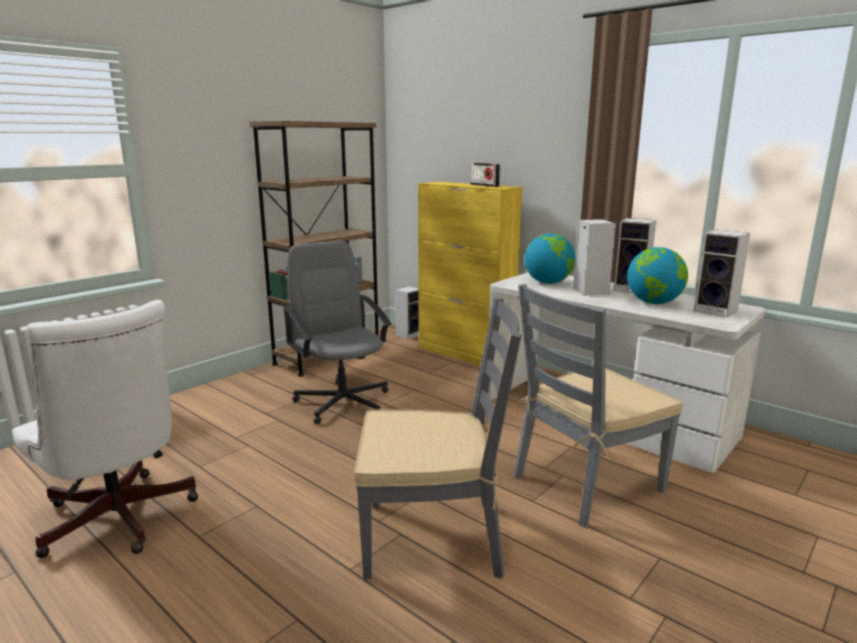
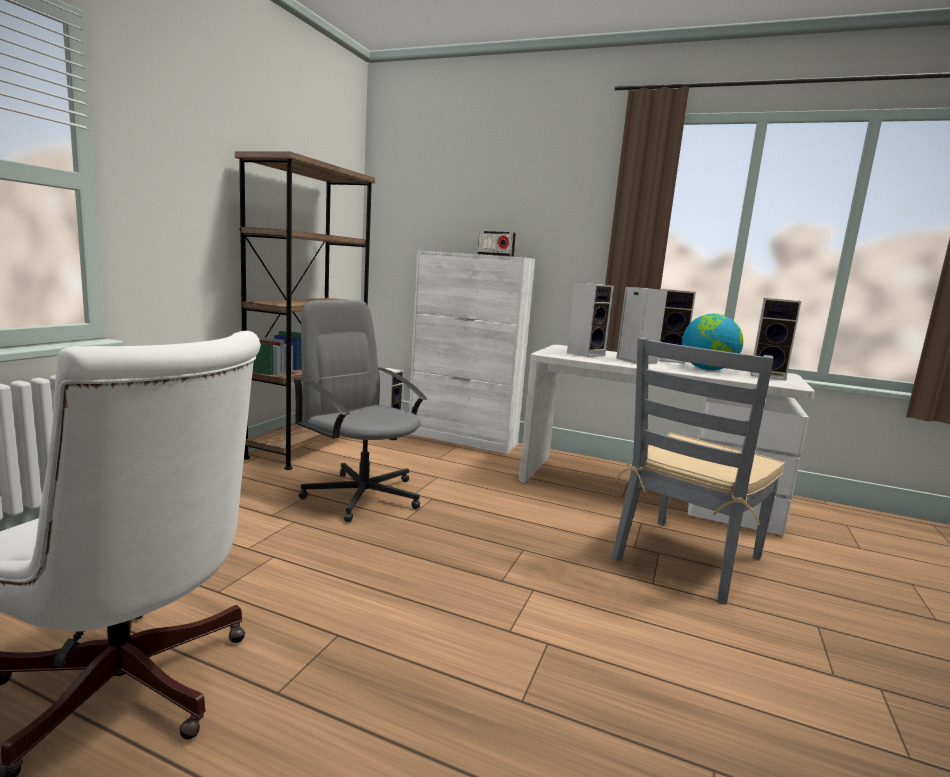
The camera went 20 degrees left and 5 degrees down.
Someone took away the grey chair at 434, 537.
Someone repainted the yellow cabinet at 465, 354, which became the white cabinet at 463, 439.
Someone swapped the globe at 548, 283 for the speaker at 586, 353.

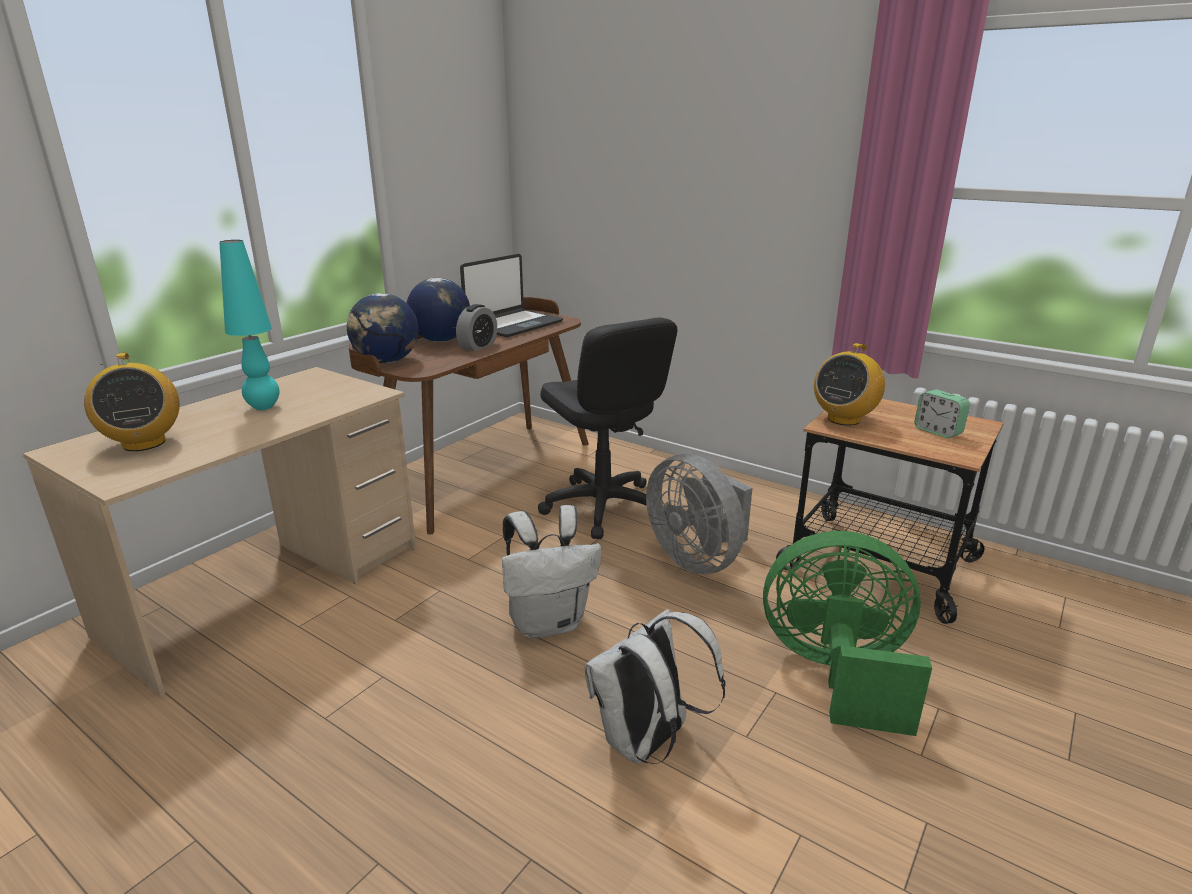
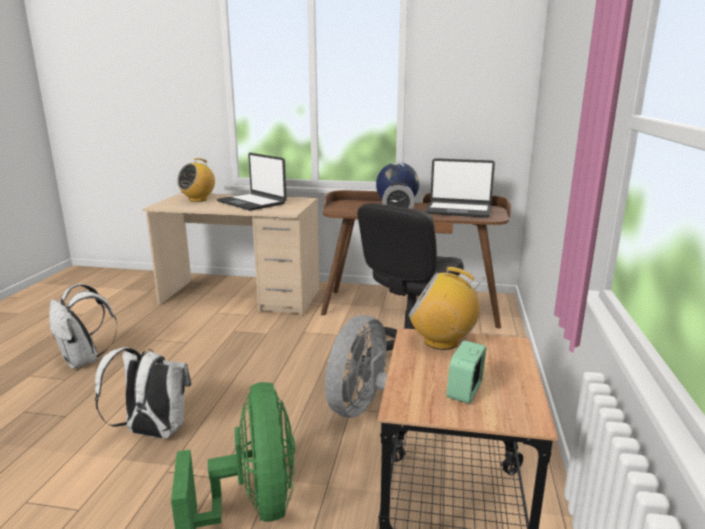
The camera went 65 degrees right and 5 degrees down.
Someone swapped the turquoise table lamp at 264, 407 for the laptop at 252, 203.
Someone took away the globe at 387, 361.
Someone carried the white backpack from 549, 622 to 84, 361.

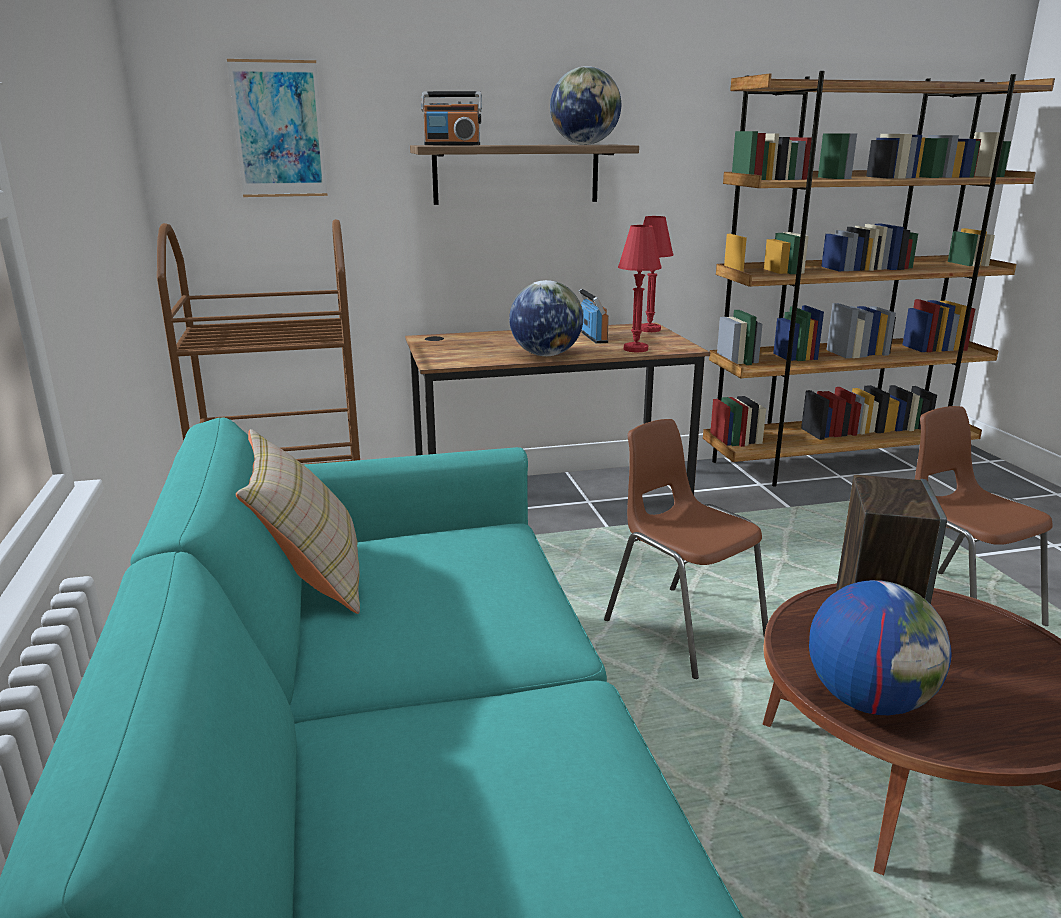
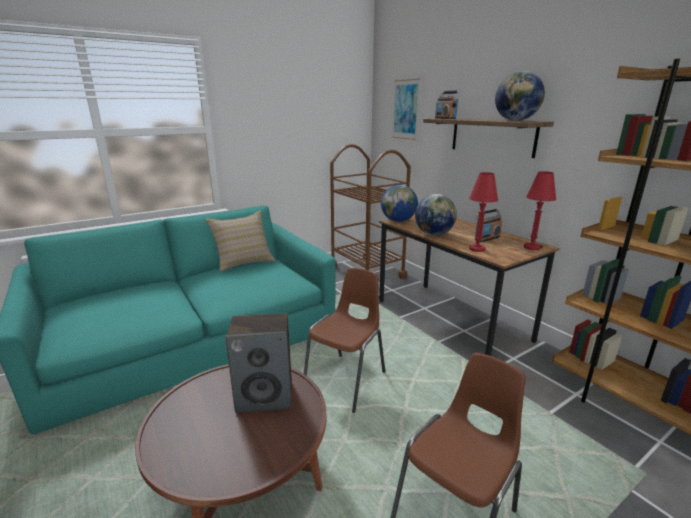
The camera went 70 degrees right and 0 degrees up.
Someone carried the globe from 868, 700 to 398, 221.

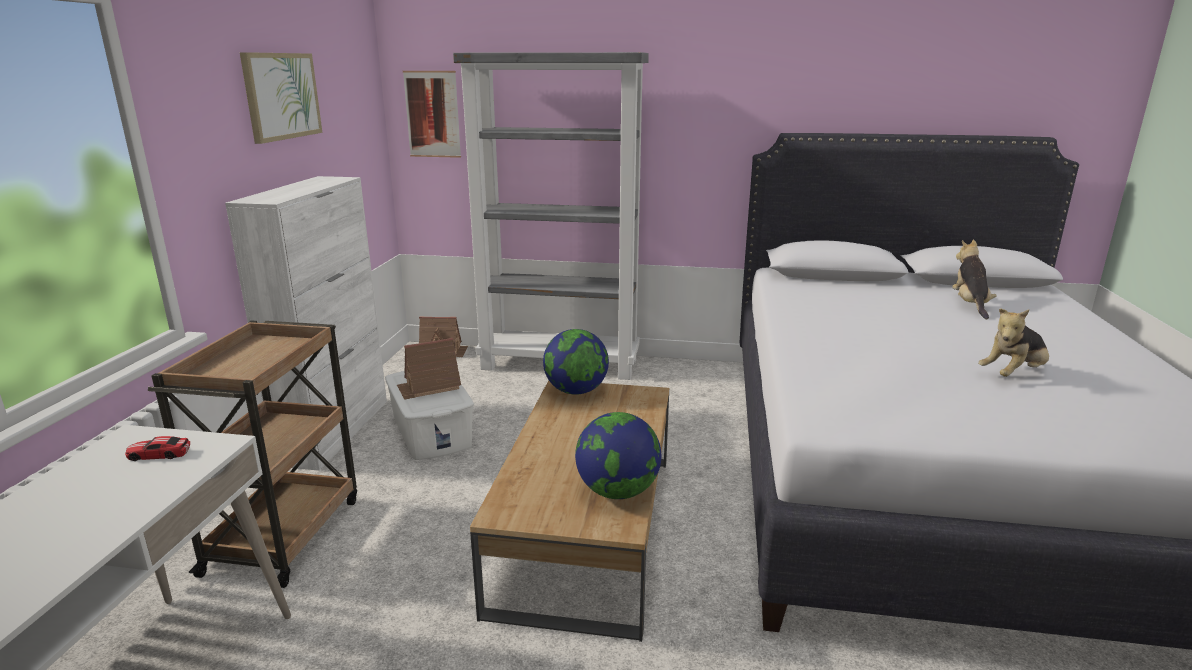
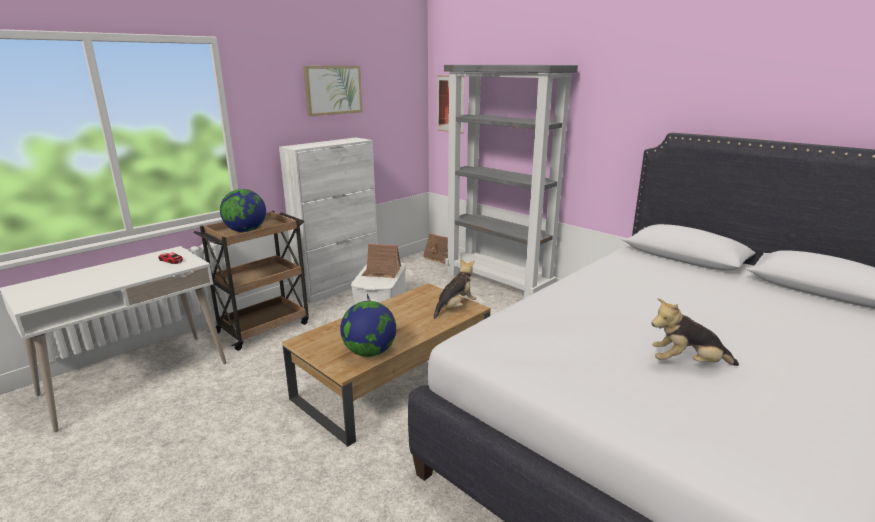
The camera went 35 degrees right and 0 degrees up.
Someone carried the globe from 576, 391 to 246, 231.
Someone carried the plush toy from 969, 305 to 455, 307.

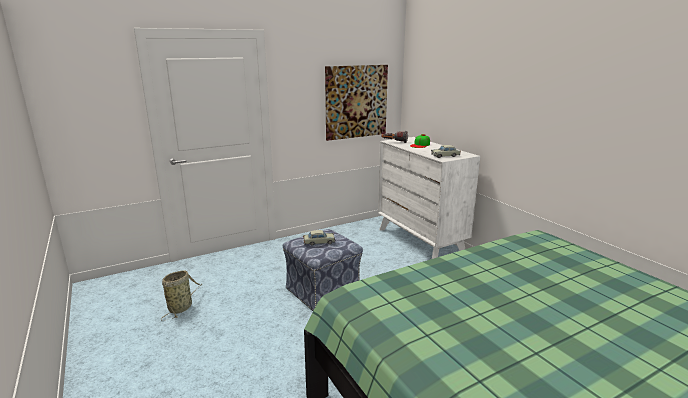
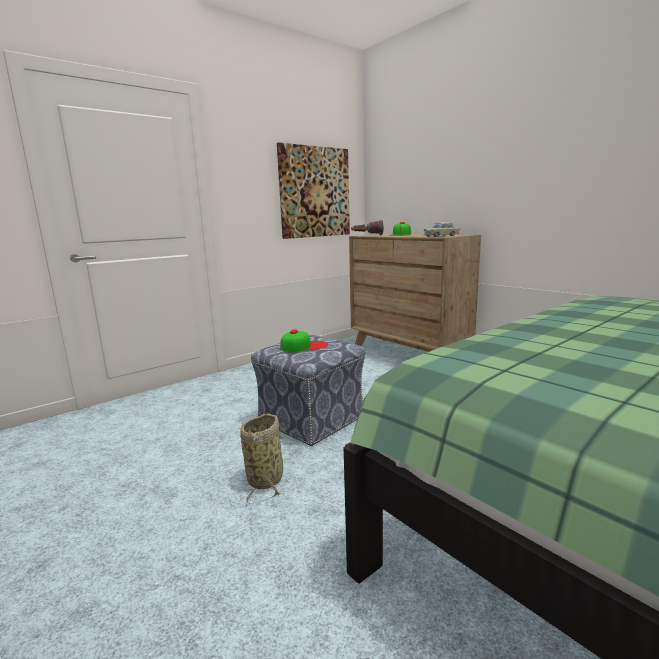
The camera went 10 degrees left and 5 degrees down.
Someone carried the basket from 181, 307 to 266, 478.
Someone swapped the beige toy car at 319, 242 for the cap at 304, 346.
Someone repainted the white dresser at 420, 241, which became the brown dresser at 408, 355.

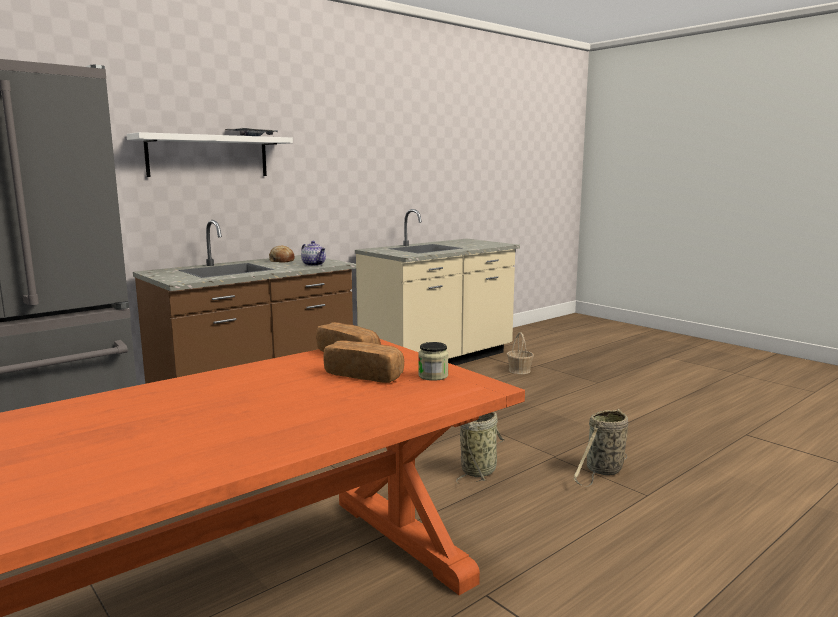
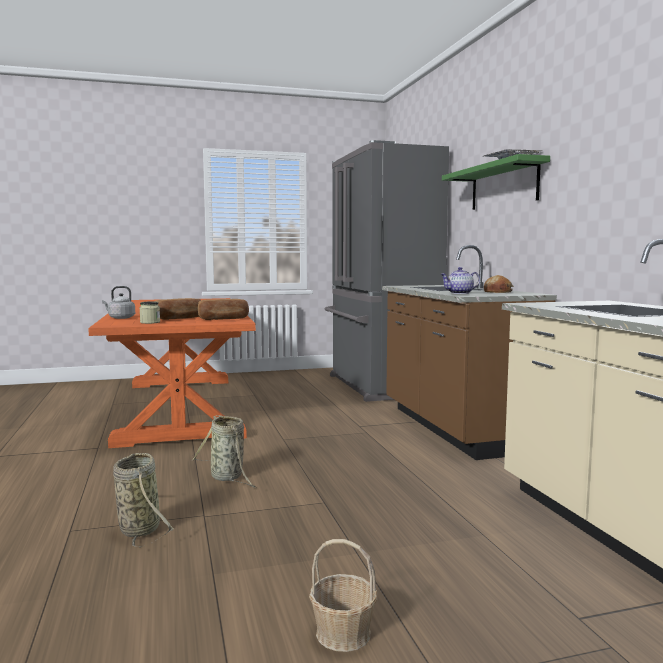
The camera went 115 degrees right and 5 degrees down.
Someone repainted the white shelf at 208, 156, which became the green shelf at 503, 186.
Someone carried the basket from 519, 370 to 343, 633.
Someone put down the grey kettle at 120, 318.

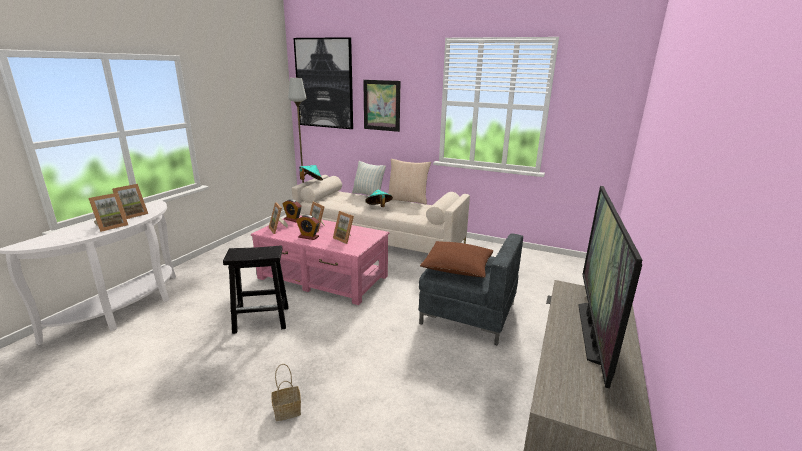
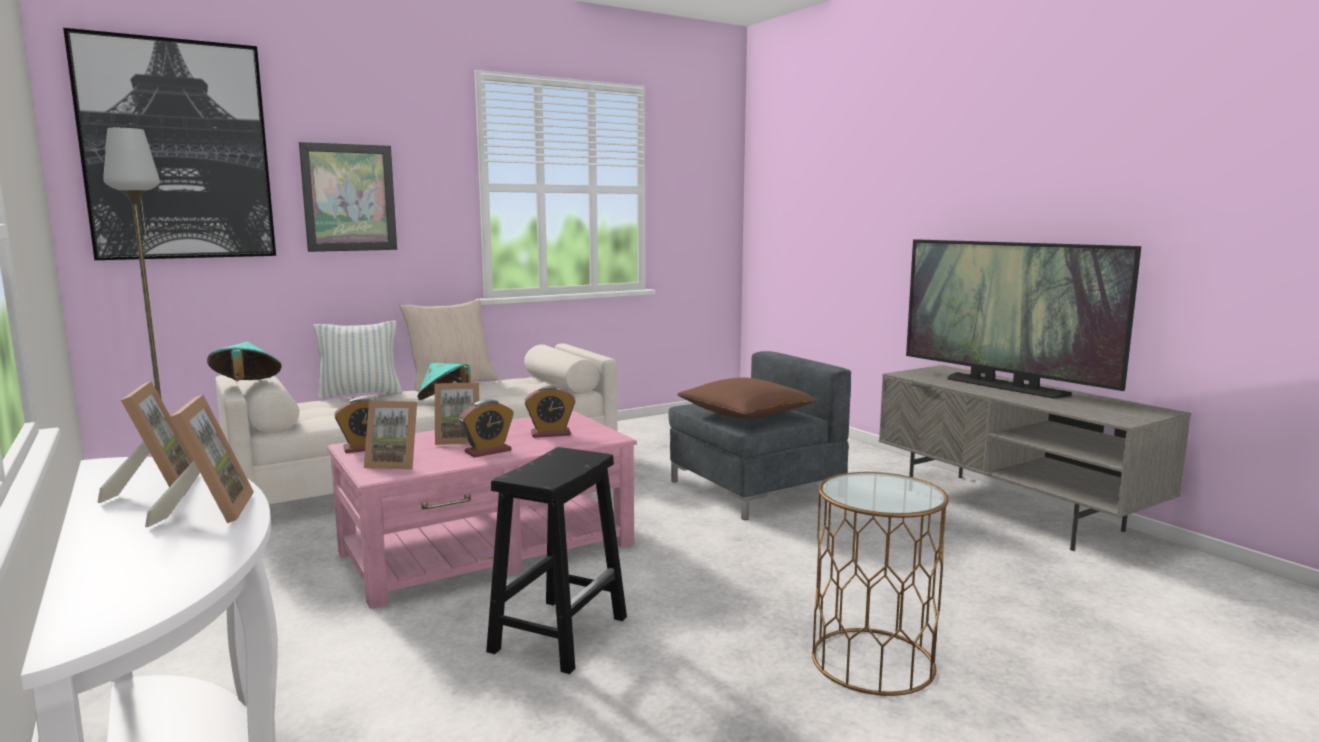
The camera went 55 degrees left and 10 degrees down.
Someone swapped the basket at 286, 411 for the brown side table at 873, 661.
Someone swapped the picture frame at 345, 239 for the alarm clock at 550, 434.

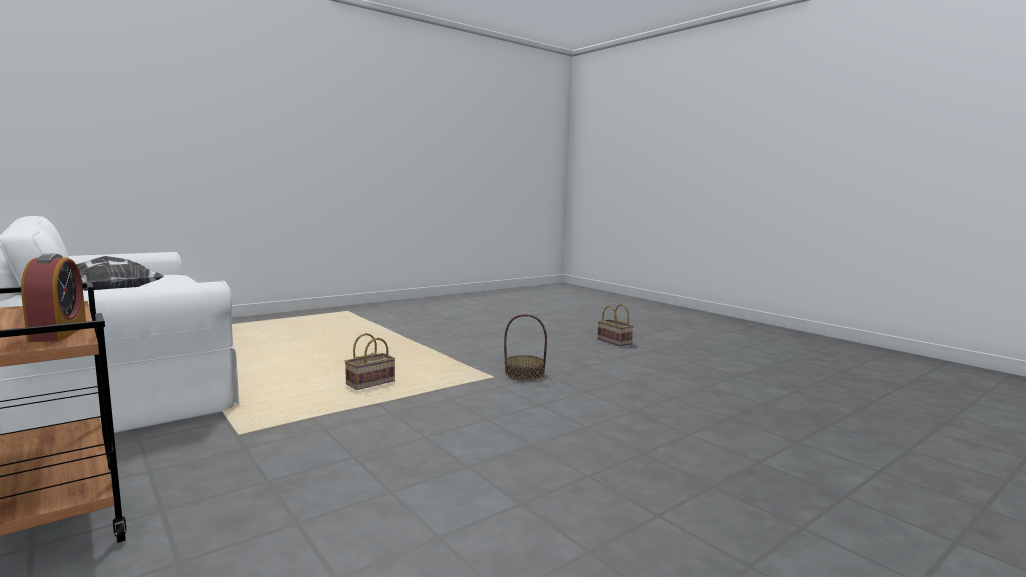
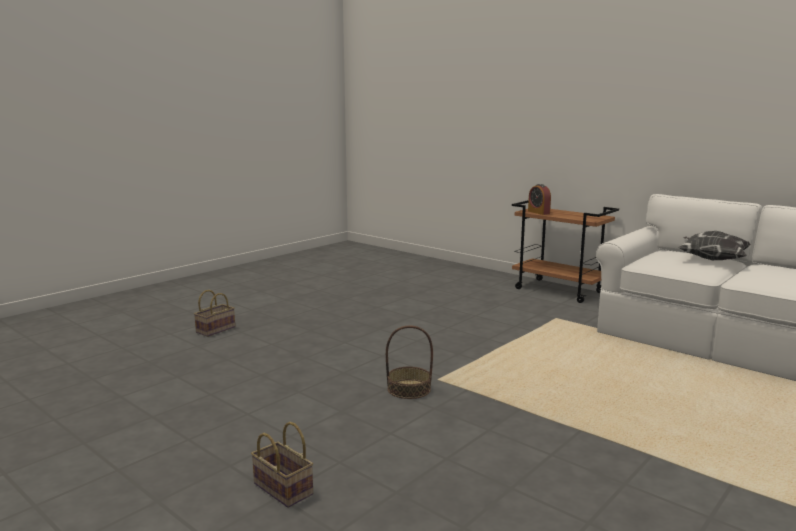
The camera went 170 degrees right and 5 degrees up.
Someone carried the basket from 370, 384 to 216, 329.

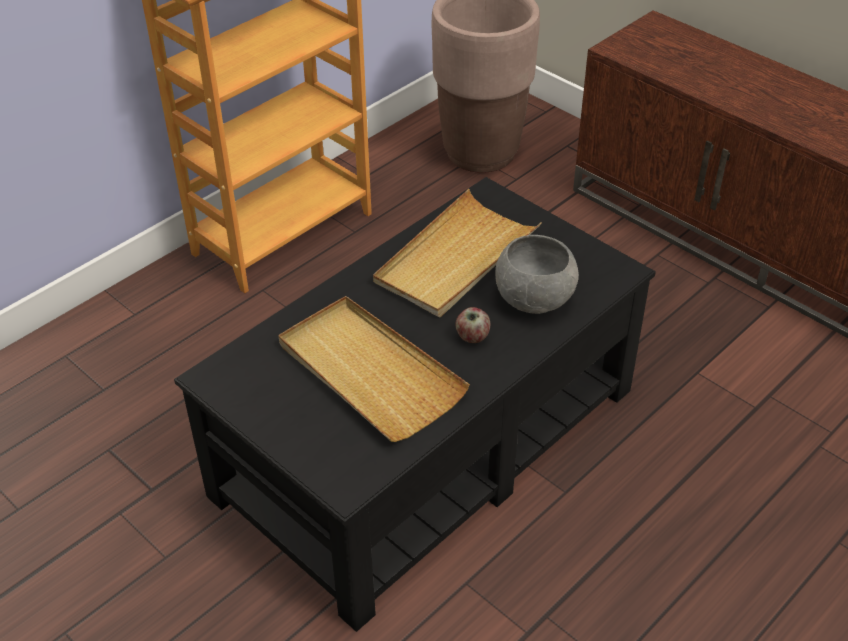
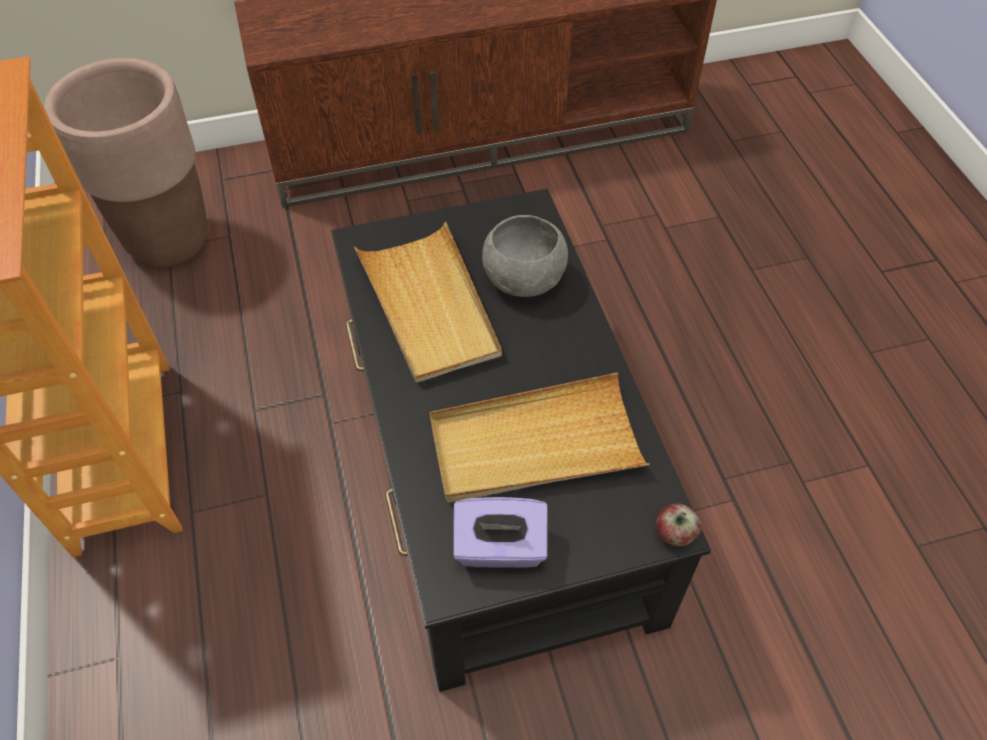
The camera went 60 degrees left and 10 degrees up.
Someone carried the apple from 472, 337 to 674, 534.
Someone put down the purple tissue box at 500, 548.

